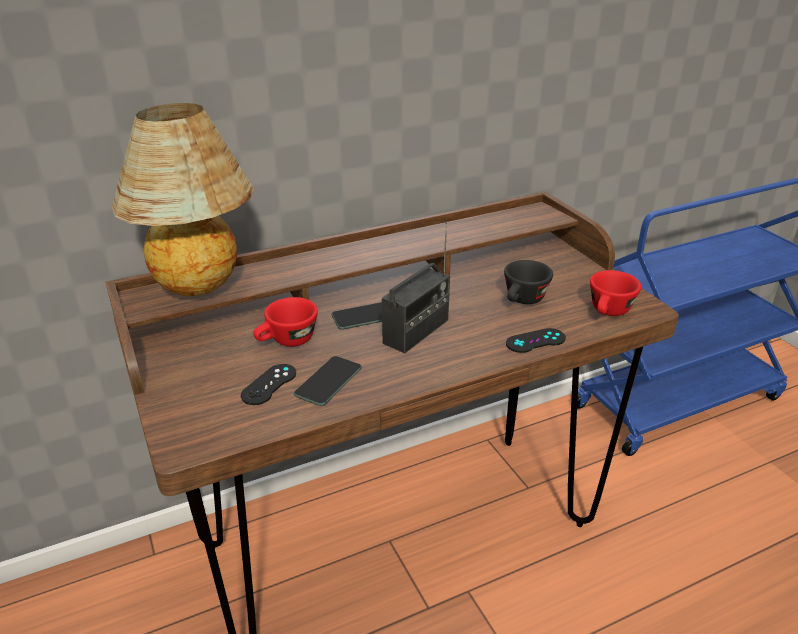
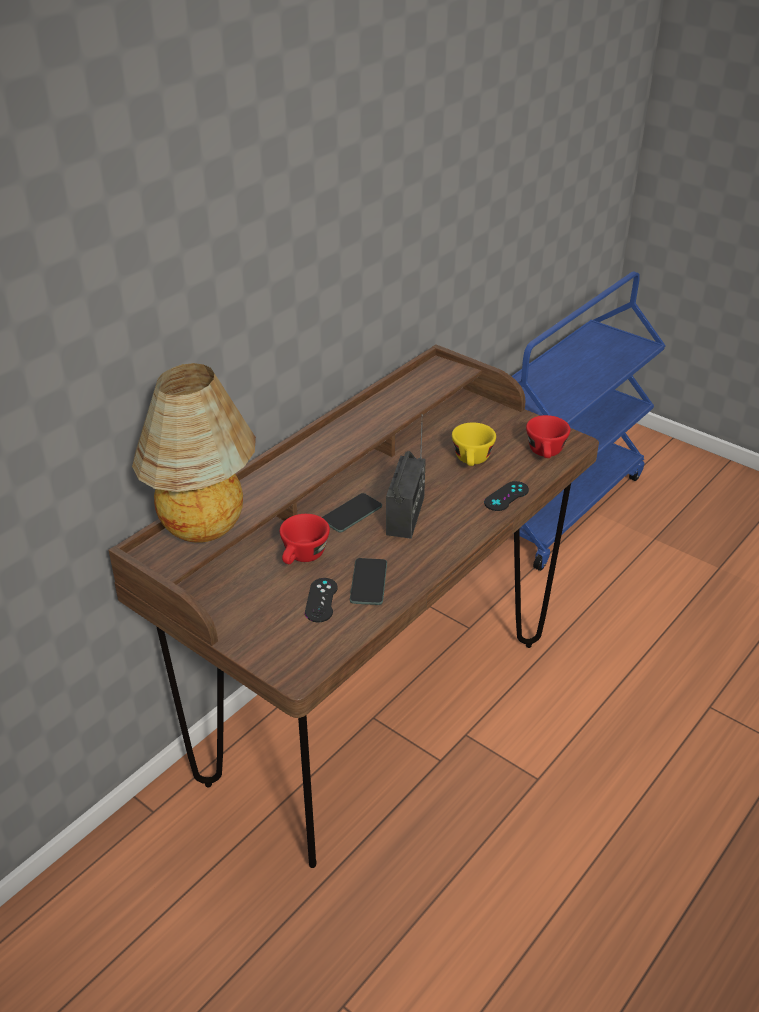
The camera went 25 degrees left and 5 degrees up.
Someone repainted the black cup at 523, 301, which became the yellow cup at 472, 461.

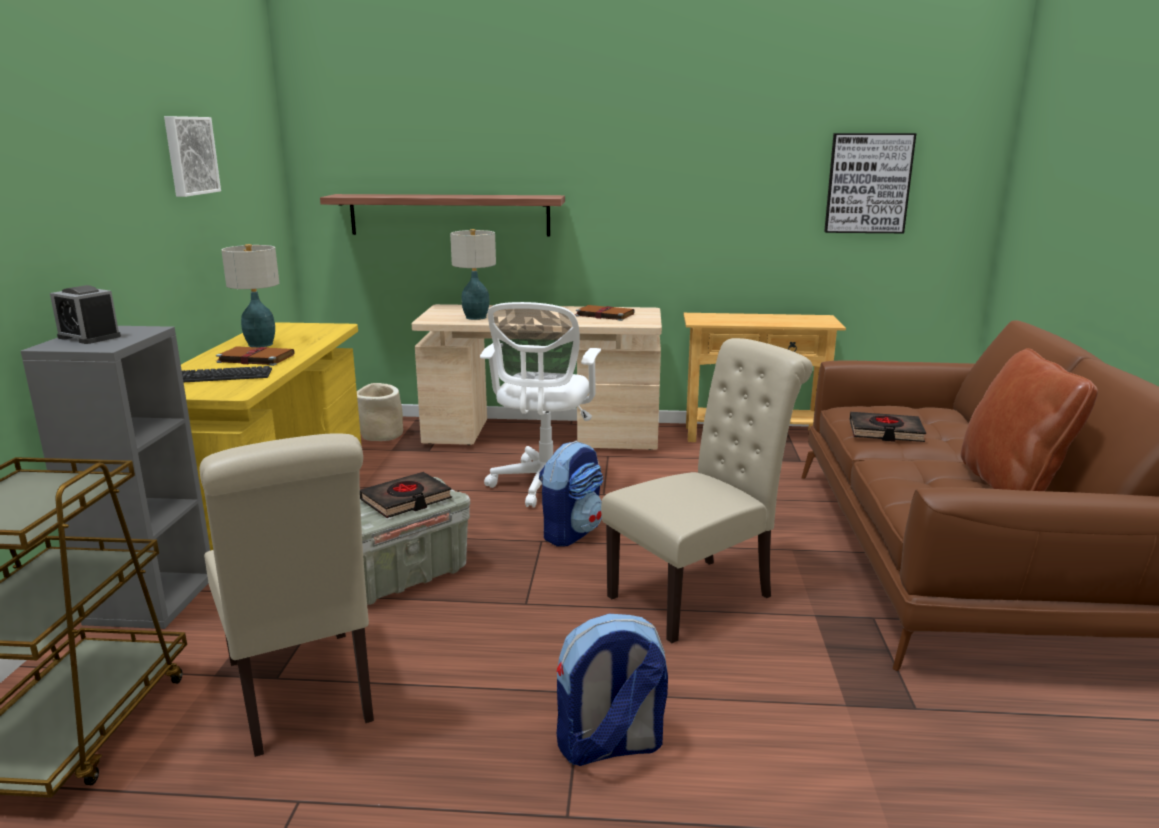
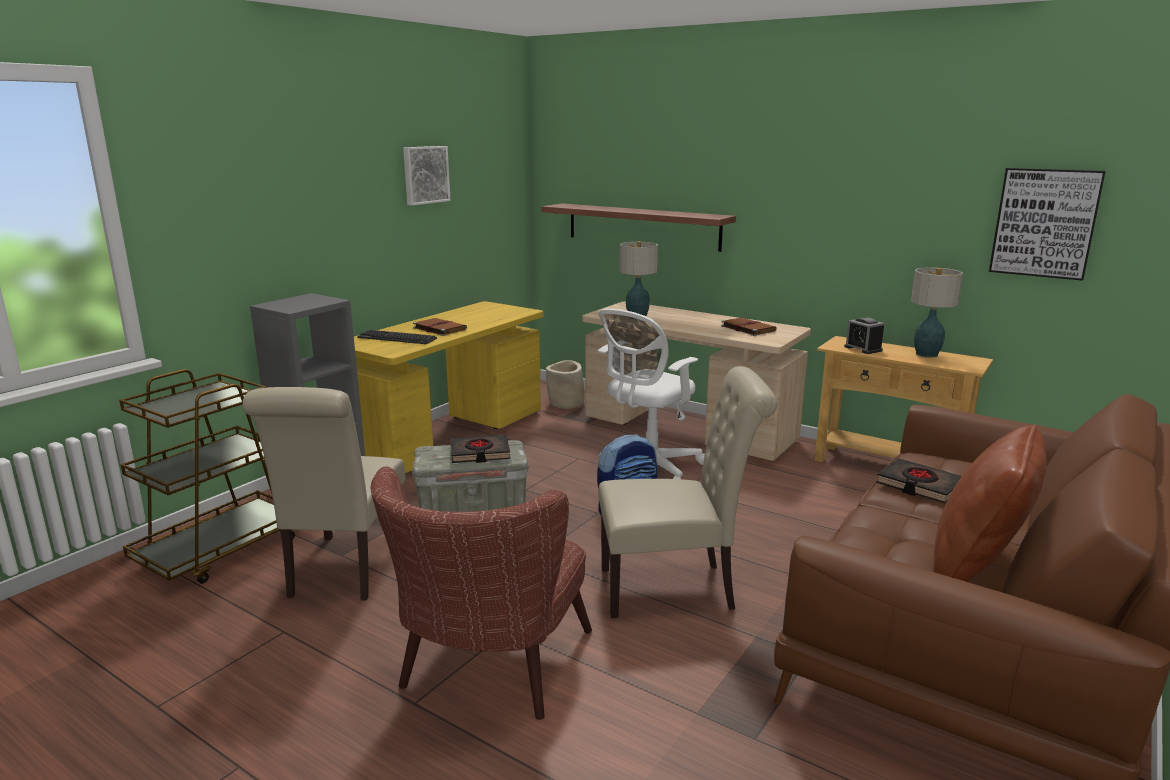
The camera went 30 degrees right and 0 degrees up.
Someone carried the alarm clock from 89, 337 to 863, 349.
Someone carried the table lamp from 260, 345 to 926, 354.
Someone swapped the backpack at 610, 747 for the brown armchair at 487, 672.

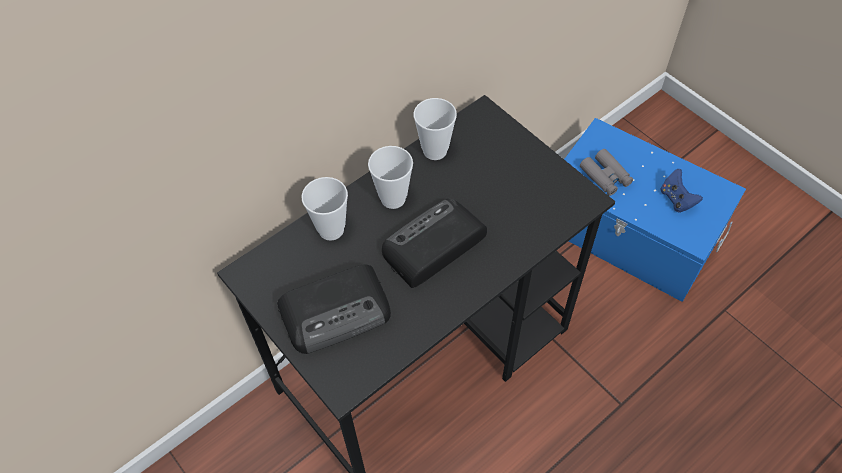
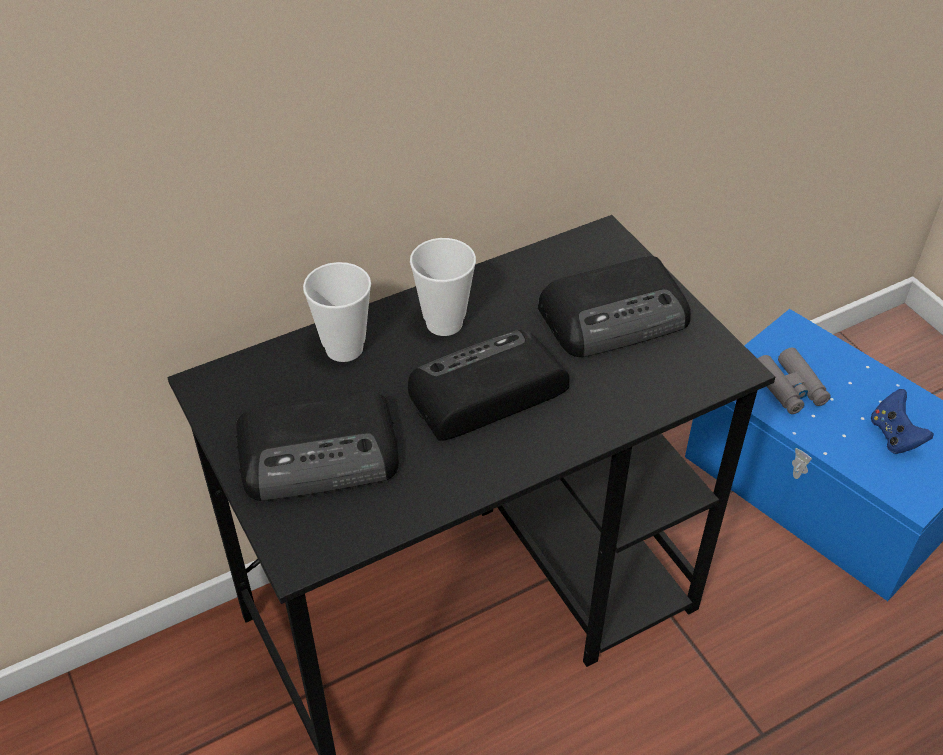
The camera went 10 degrees right and 10 degrees down.
Someone took away the cup at 435, 150.
Someone put down the radio at 616, 316.

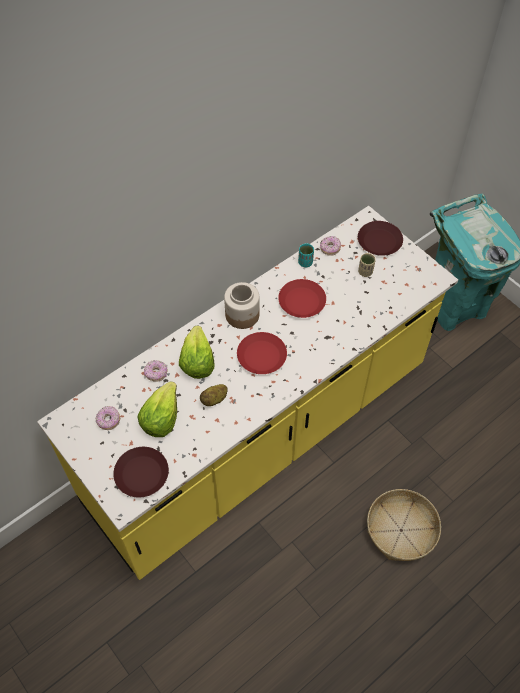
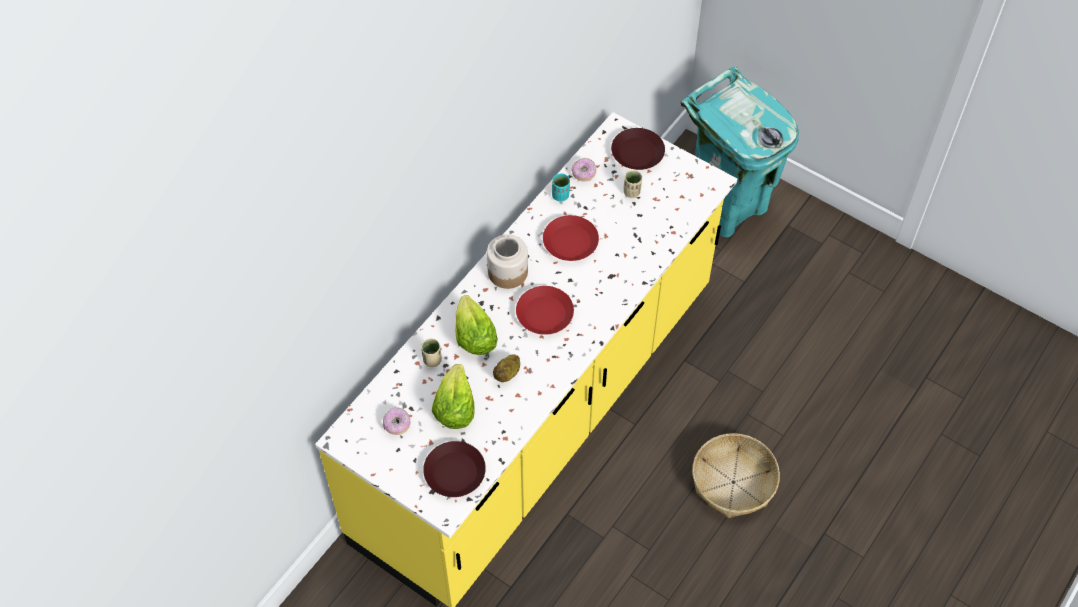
The camera went 15 degrees left and 0 degrees up.
Someone swapped the donut at 156, 373 for the beige cup at 432, 360.

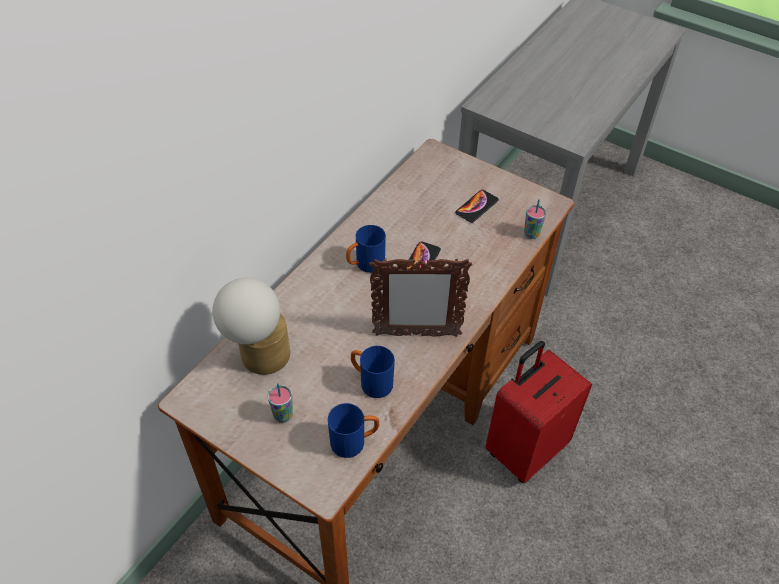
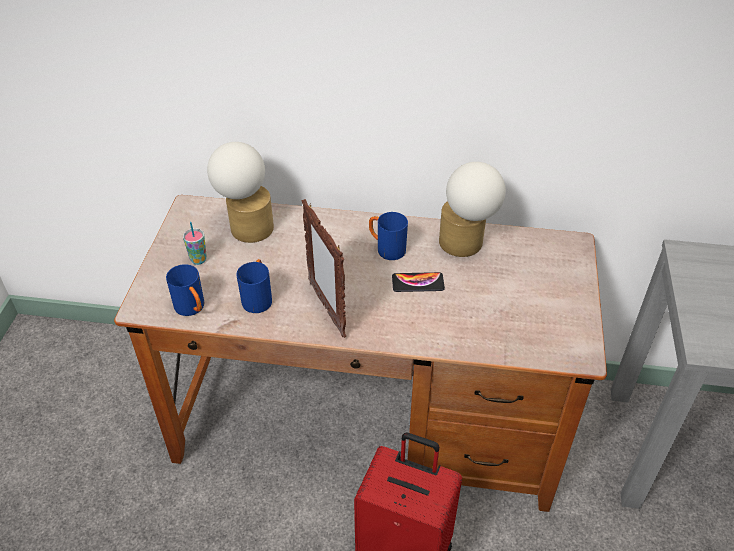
The camera went 65 degrees right and 5 degrees down.
Someone took away the phone at 476, 206.
Someone took away the cup at 531, 234.
Someone put down the table lamp at 465, 245.

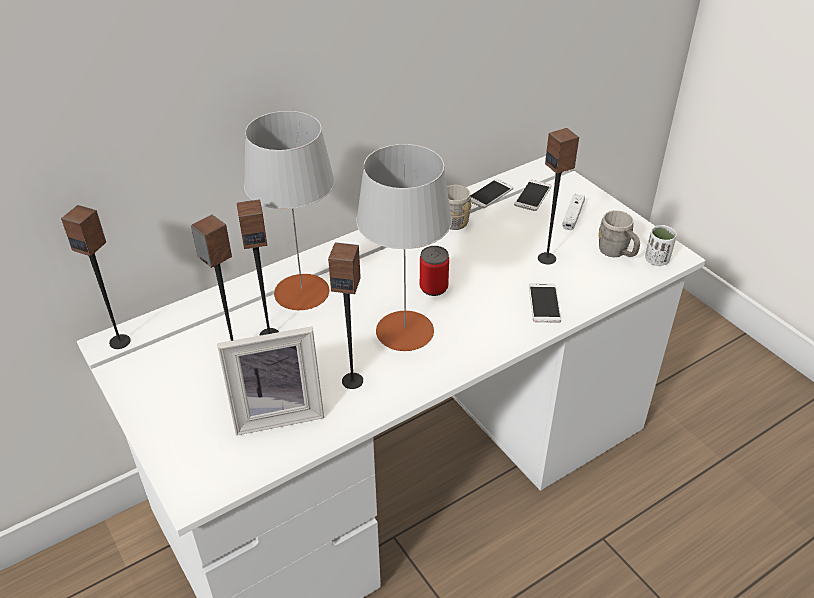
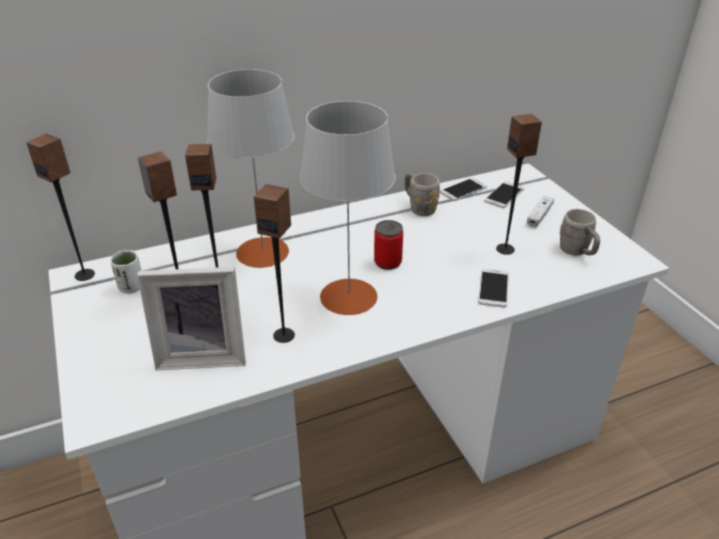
The camera went 10 degrees right and 5 degrees down.
Someone carried the white cup from 656, 260 to 131, 287.

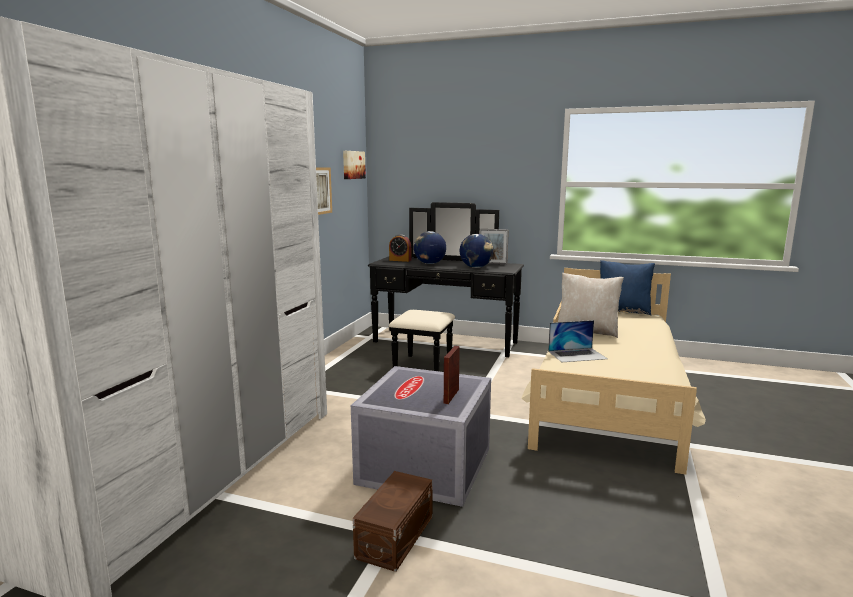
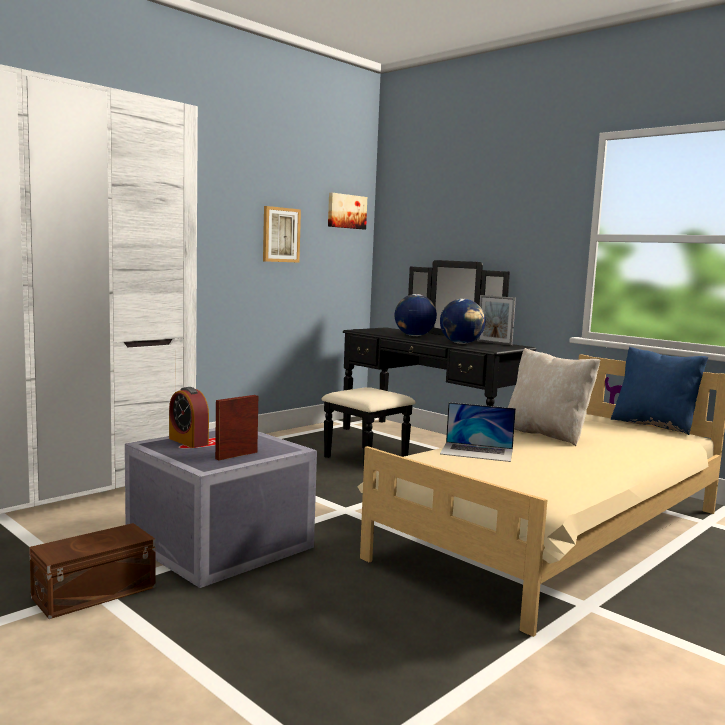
The camera went 25 degrees right and 5 degrees down.
Someone carried the alarm clock from 400, 260 to 188, 441.

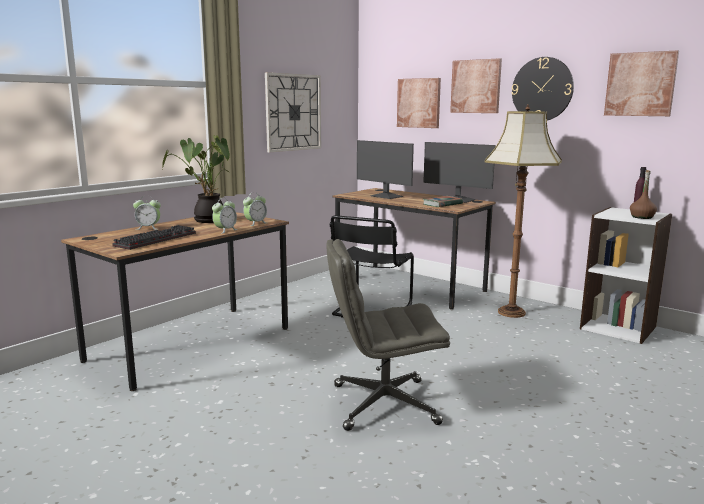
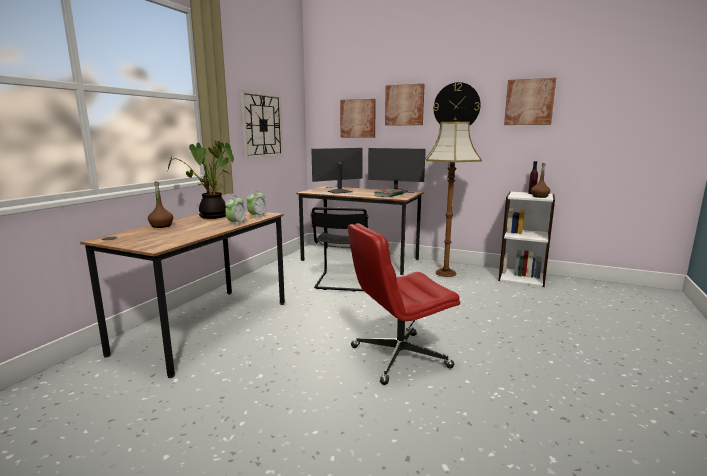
The camera went 15 degrees left and 0 degrees up.
Someone took away the keyboard at 156, 239.
Someone swapped the alarm clock at 148, 228 for the brown bottle at 161, 226.
Someone repainted the grey office chair at 383, 404, which became the red office chair at 398, 357.
Someone rotated the monitor at 386, 196 by 120 degrees clockwise.

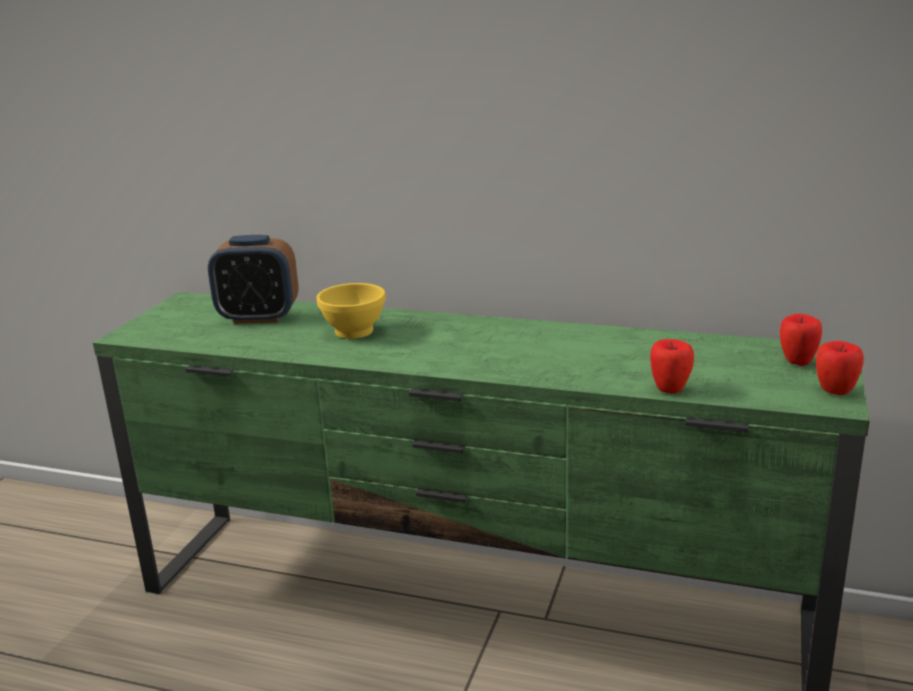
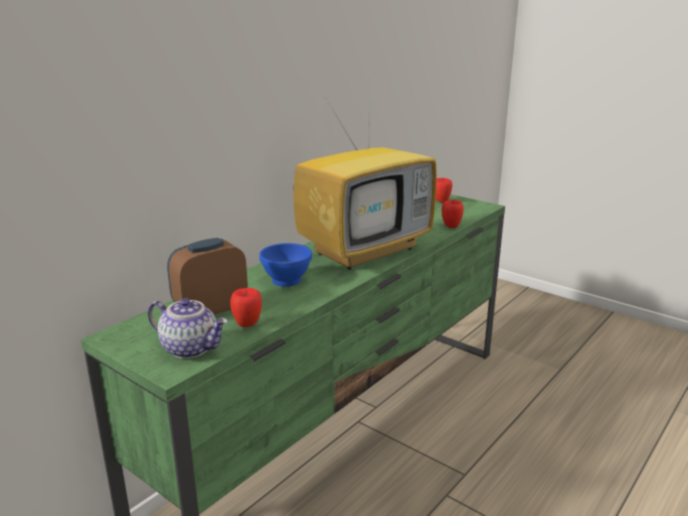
The camera went 70 degrees left and 0 degrees up.
Someone rotated the alarm clock at 258, 317 by 150 degrees counterclockwise.
Someone repainted the yellow bowl at 354, 331, which became the blue bowl at 285, 280.
Someone carried the apple from 835, 392 to 247, 324.
Someone put down the teapot at 191, 348.
Someone put down the television at 365, 250.

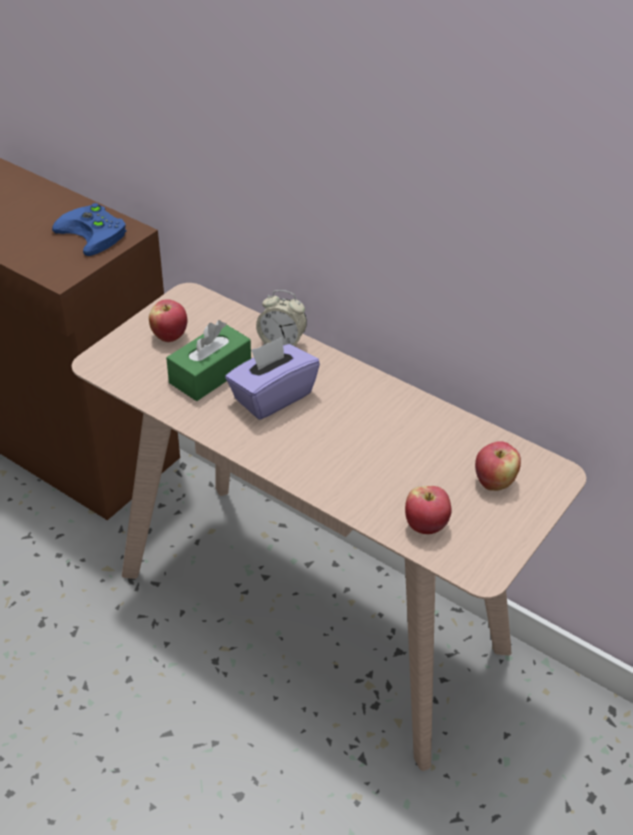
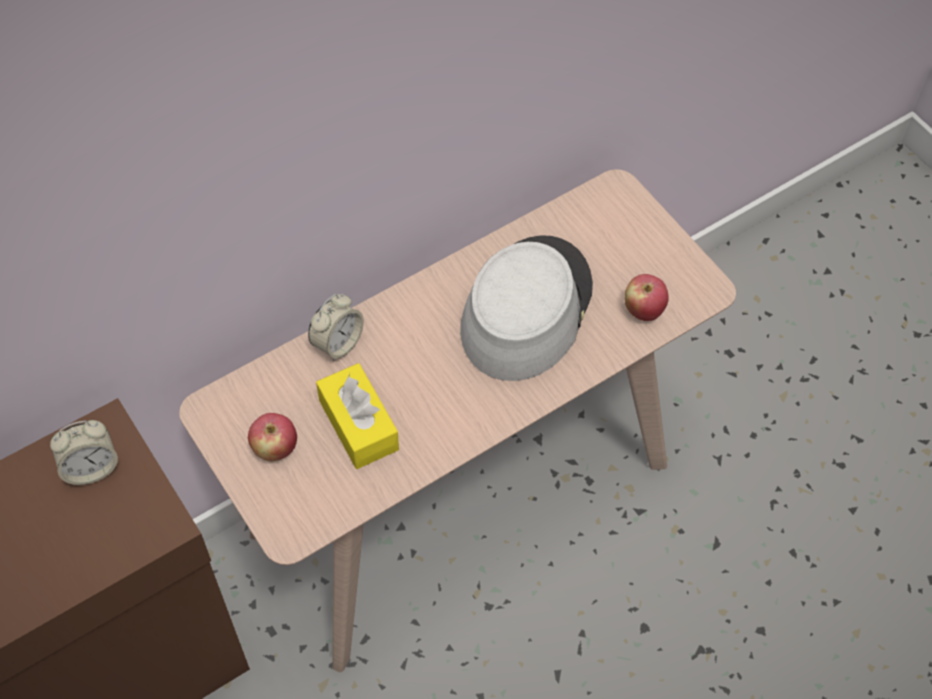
The camera went 70 degrees left and 15 degrees up.
Someone swapped the blue game controller at 95, 233 for the alarm clock at 91, 467.
Someone repainted the green tissue box at 210, 373, which became the yellow tissue box at 358, 425.
Someone took away the purple tissue box at 272, 396.
Someone took away the apple at 494, 482.
Someone put down the grey hat at 525, 309.

